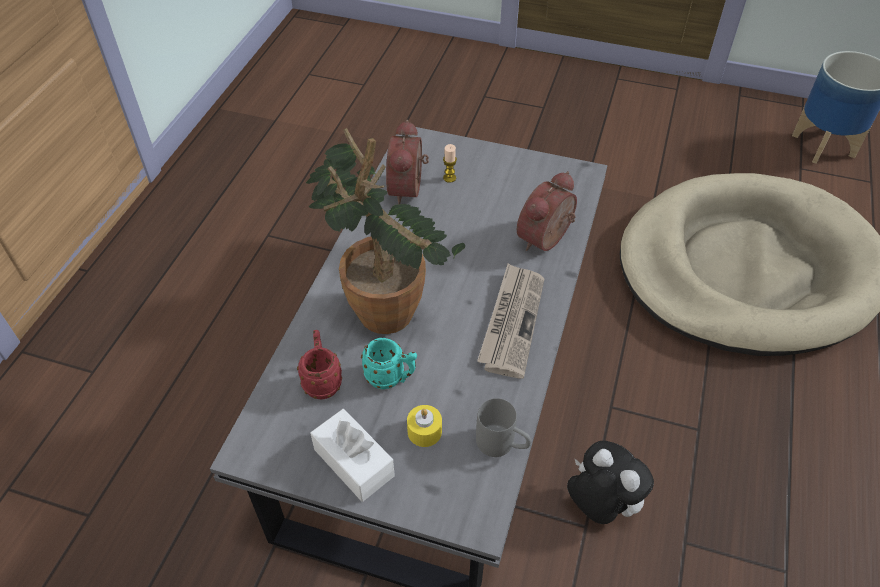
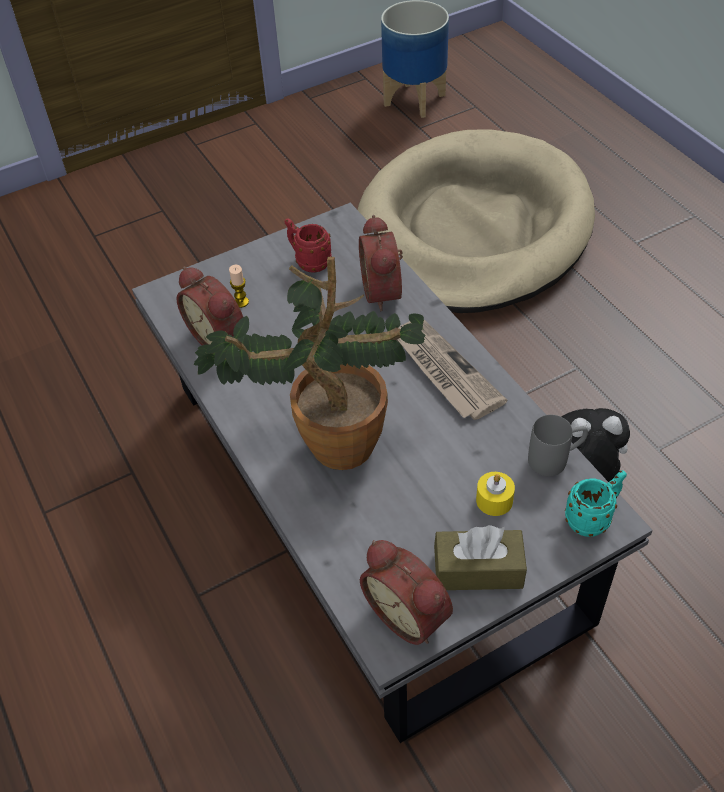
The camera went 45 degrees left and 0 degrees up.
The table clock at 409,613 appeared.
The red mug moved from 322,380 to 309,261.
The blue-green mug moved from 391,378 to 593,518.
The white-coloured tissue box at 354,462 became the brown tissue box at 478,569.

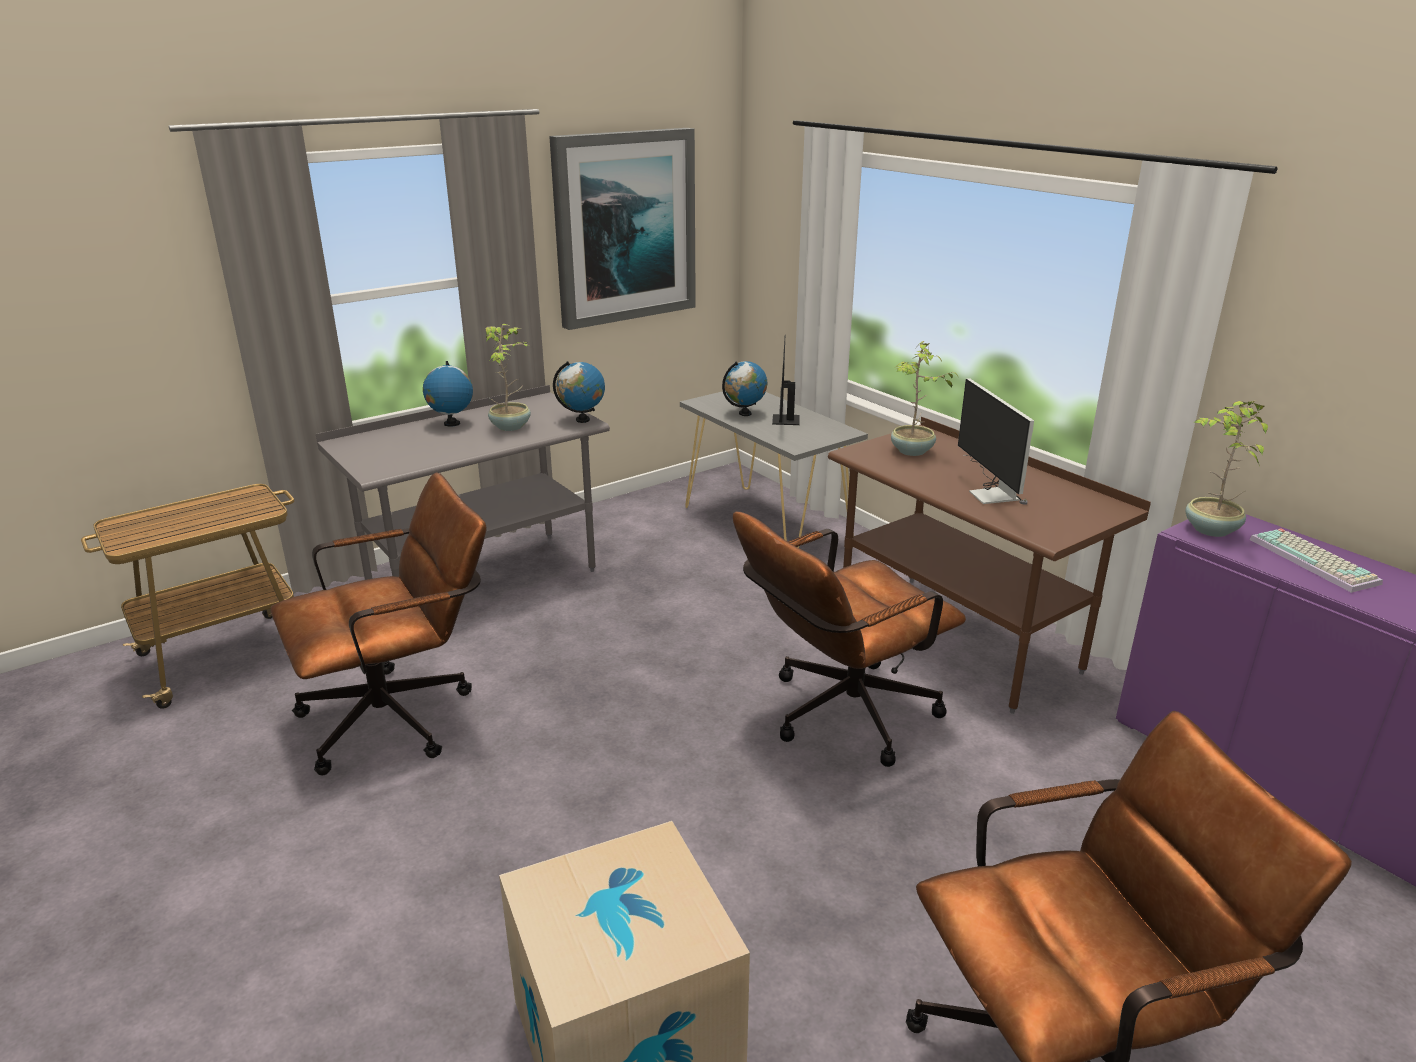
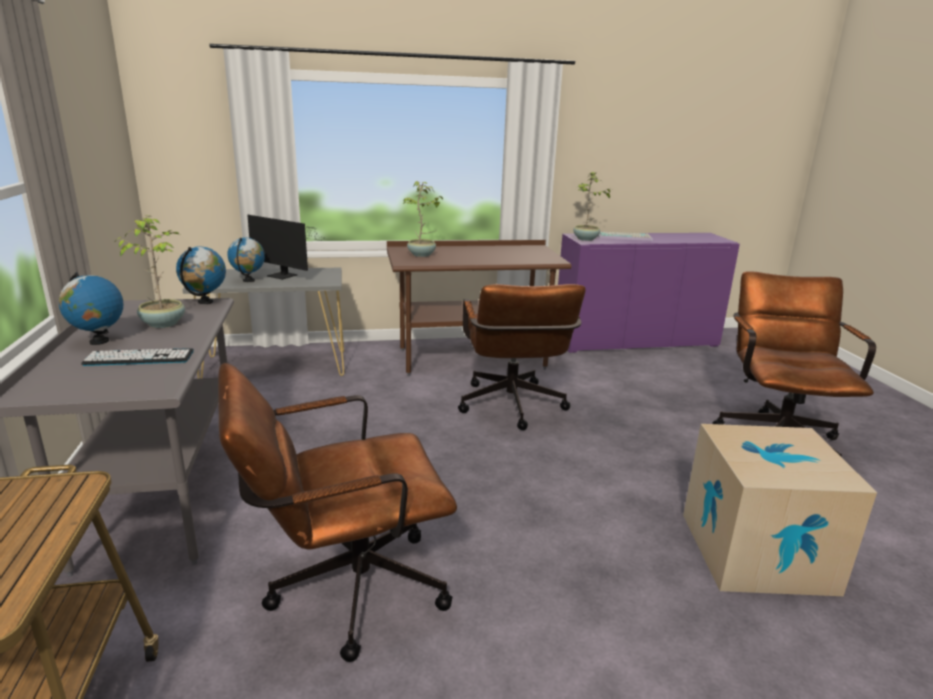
The camera went 65 degrees left and 5 degrees down.
The picture at 624,227 disappeared.
The monitor at 990,490 disappeared.
The keyboard at 139,358 appeared.
The brown desk chair at 401,716 turned 105 degrees counterclockwise.

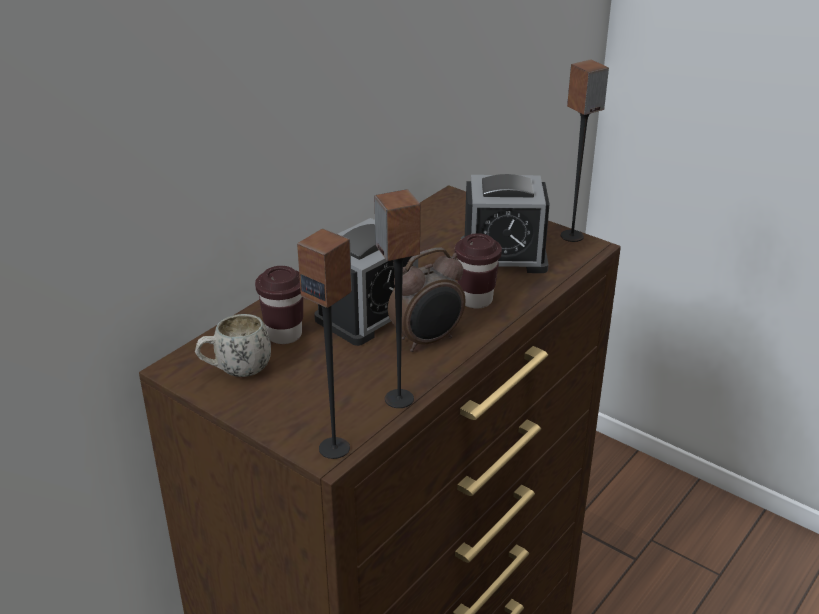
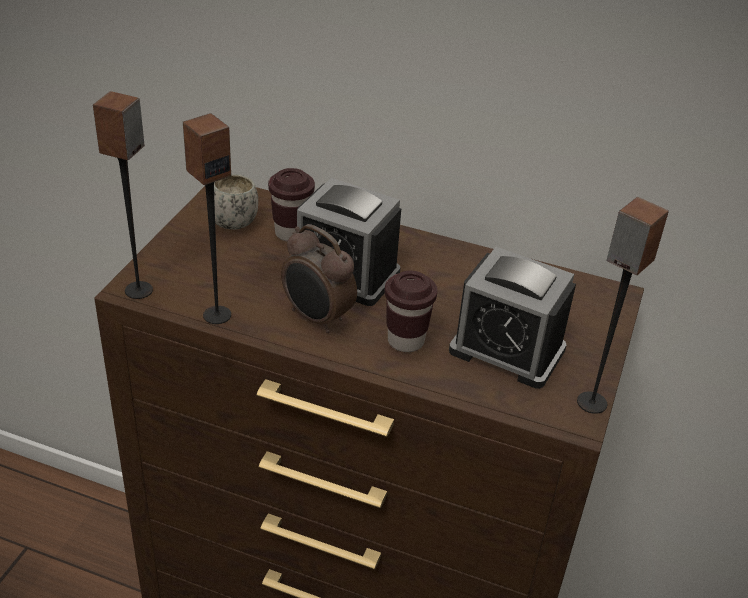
The camera went 70 degrees right and 5 degrees up.
The table clock at 503,256 turned 45 degrees counterclockwise.

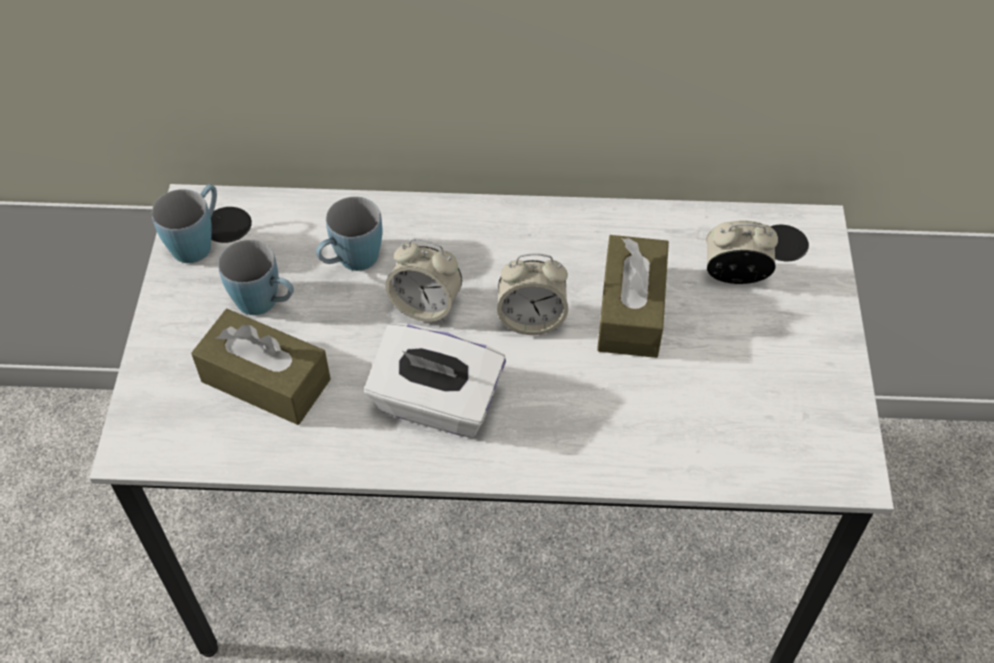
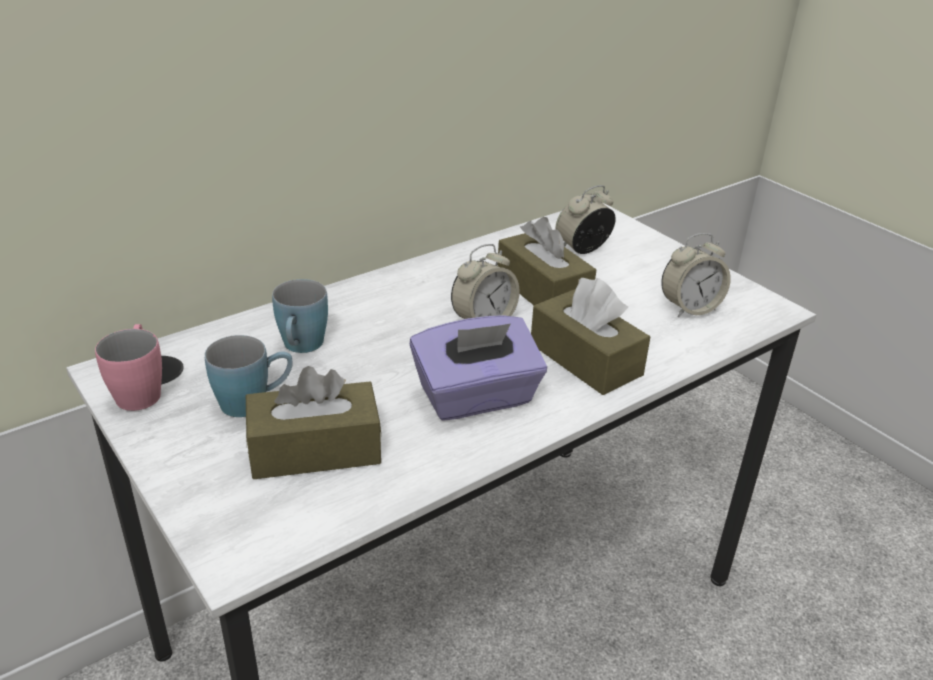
The camera went 40 degrees left and 20 degrees down.
The brown tissue box at 585,359 appeared.
The table clock moved from 426,306 to 689,308.
The bluish mug at 198,240 became the pinkish mug at 140,390.
The white-coloured tissue box at 436,404 became the purple tissue box at 476,397.

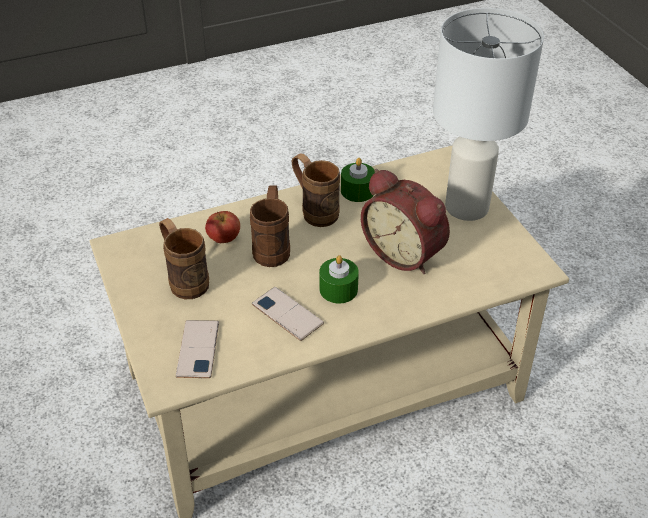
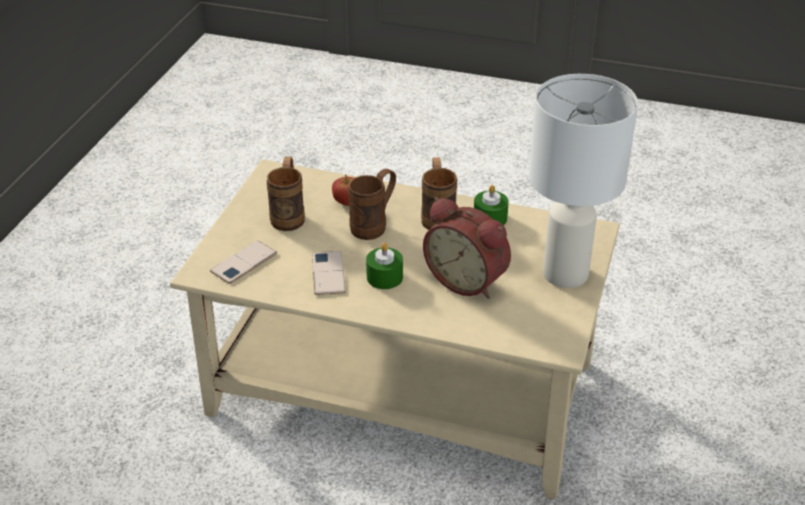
The camera went 40 degrees right and 5 degrees down.
The table clock at 405,253 turned 45 degrees counterclockwise.

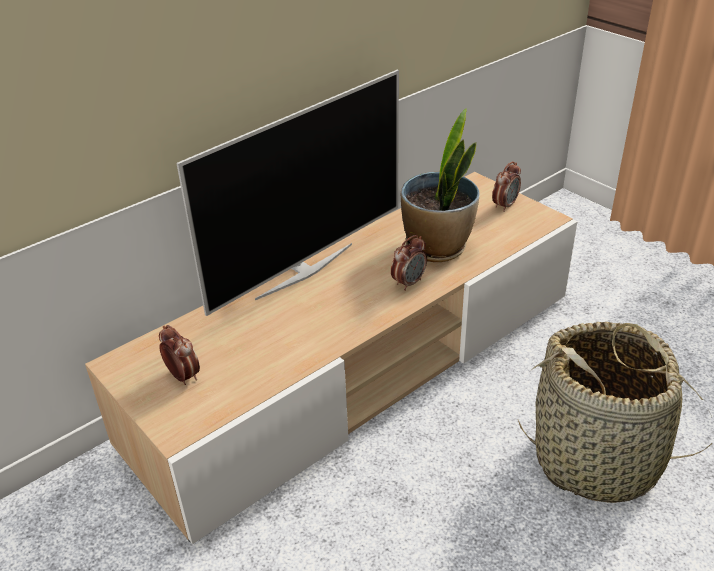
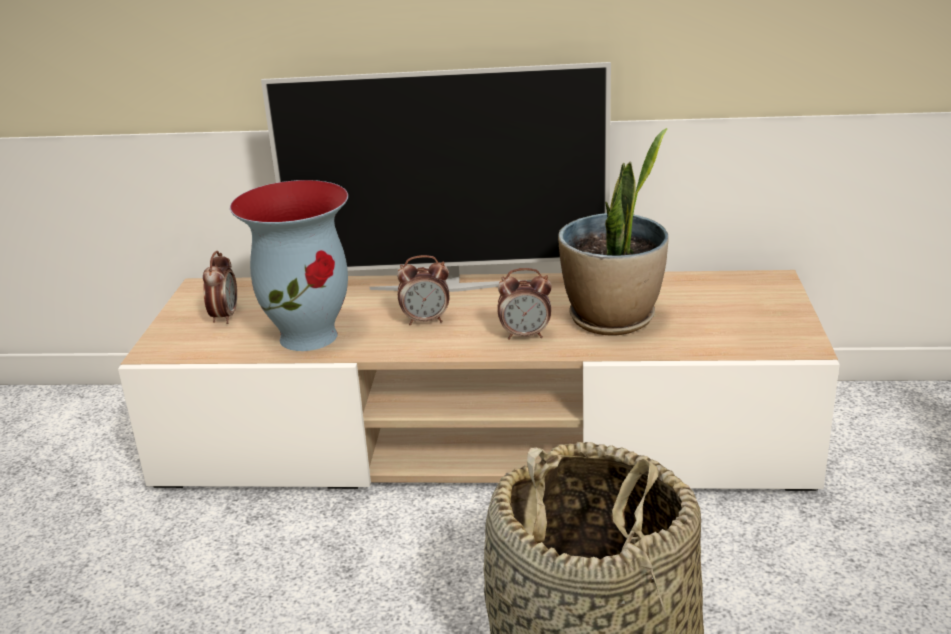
The camera went 45 degrees right and 10 degrees down.
The decorative vase at 310,336 appeared.
The table clock moved from 505,205 to 426,320.

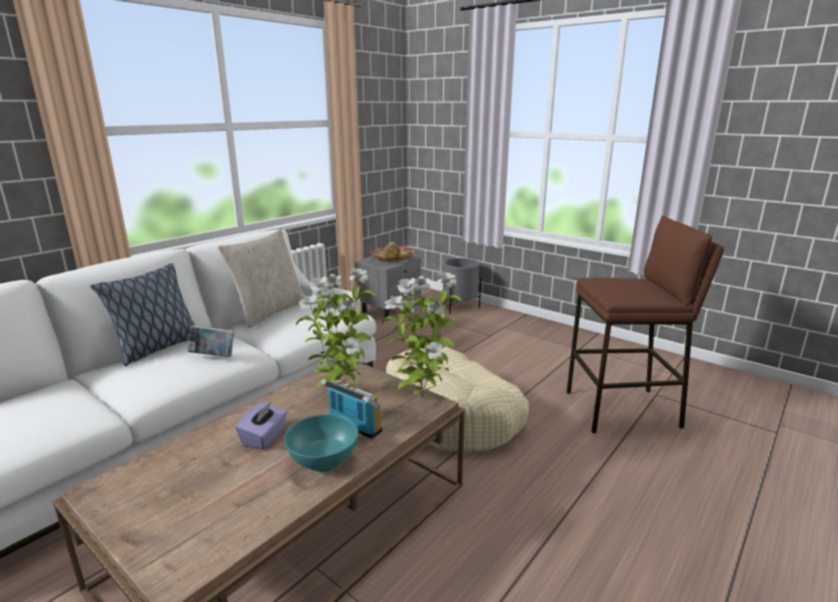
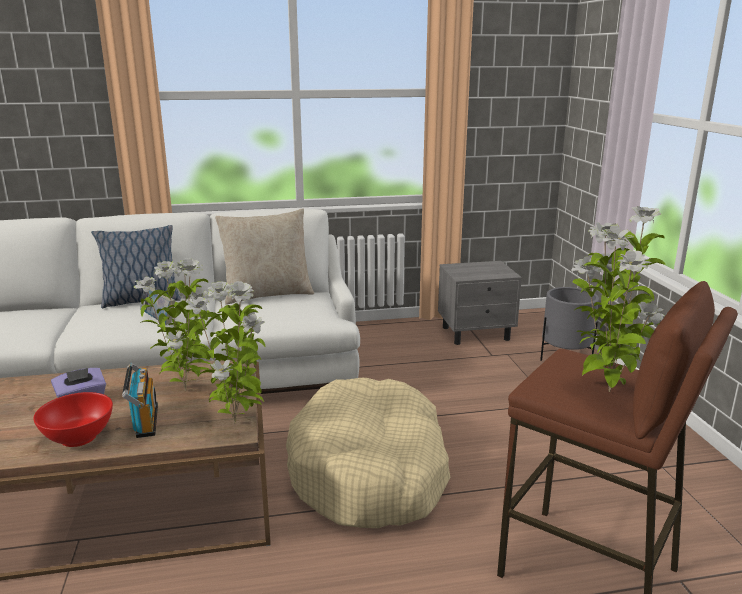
The camera went 40 degrees right and 0 degrees up.
The clothing hat at 392,258 disappeared.
The houseplant at 606,391 appeared.
The blue-green deep dish at 323,461 became the red deep dish at 78,438.

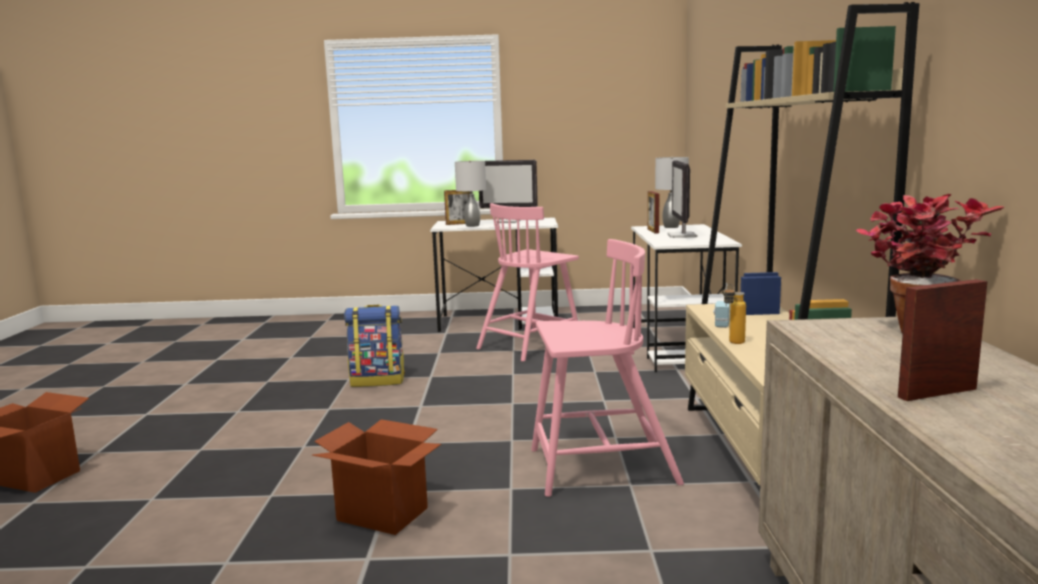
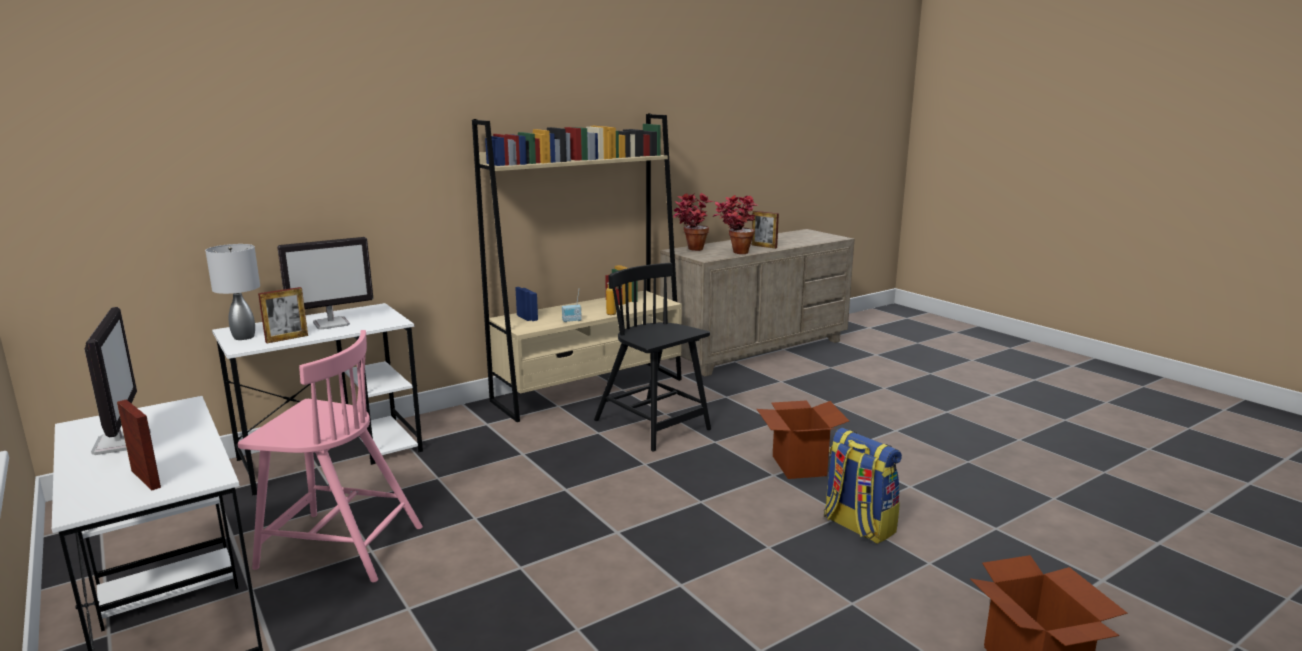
The camera went 125 degrees left and 5 degrees up.
The grey tabletop lamp at 473,225 disappeared.
The houseplant at 734,253 appeared.
The backpack moved from 378,381 to 857,526.
The pinkish upright chair at 599,467 became the black-coloured upright chair at 653,426.

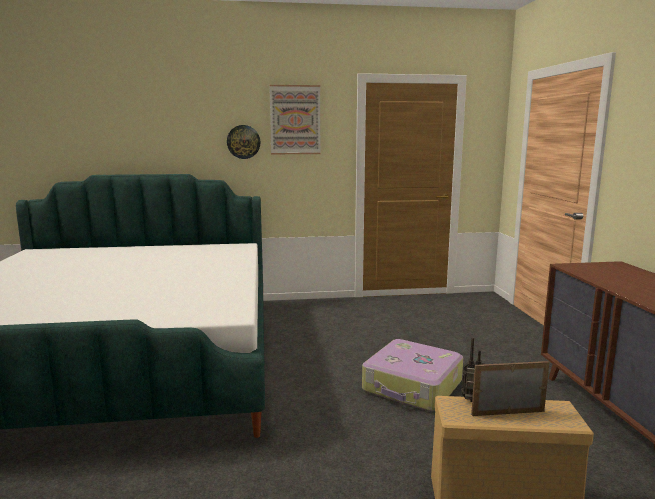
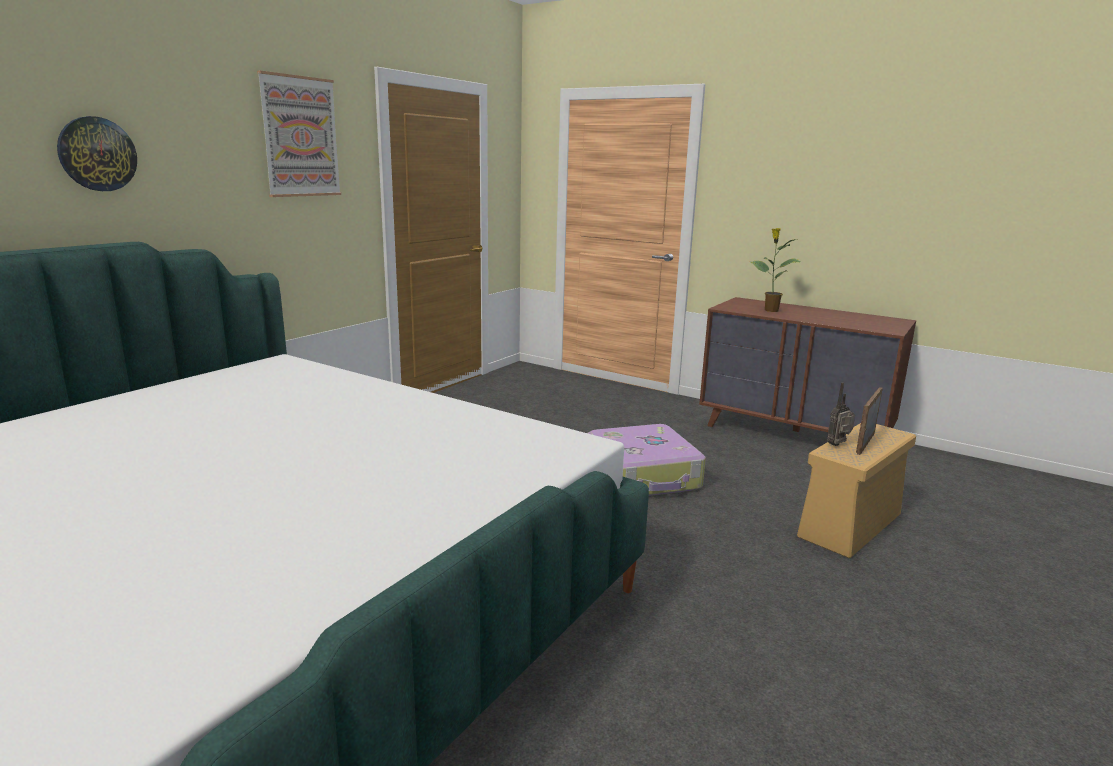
The camera went 50 degrees left and 5 degrees up.
The houseplant at 770,310 appeared.
The clock on the wall moved from 243,142 to 97,154.

